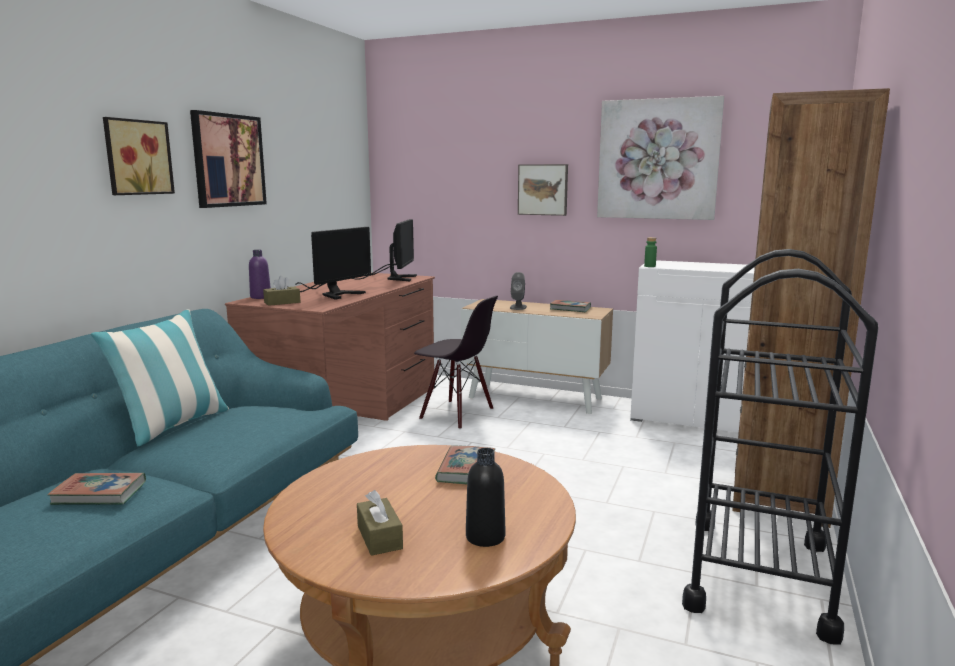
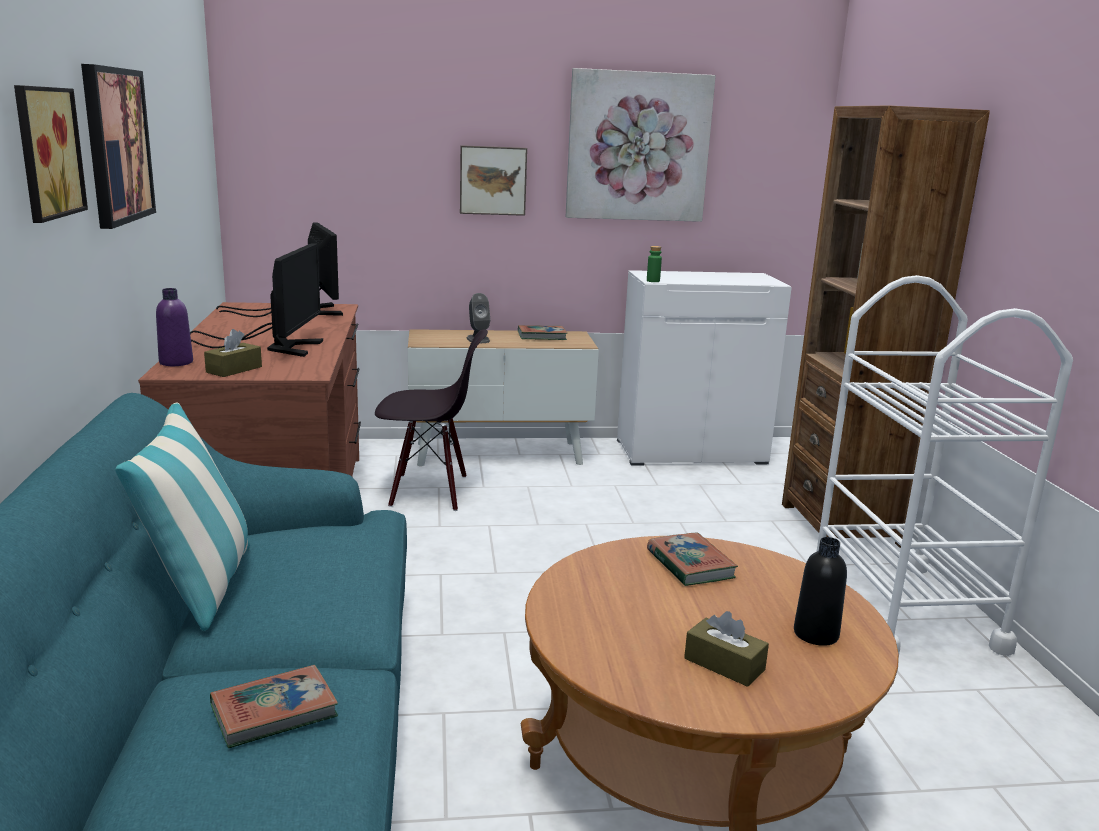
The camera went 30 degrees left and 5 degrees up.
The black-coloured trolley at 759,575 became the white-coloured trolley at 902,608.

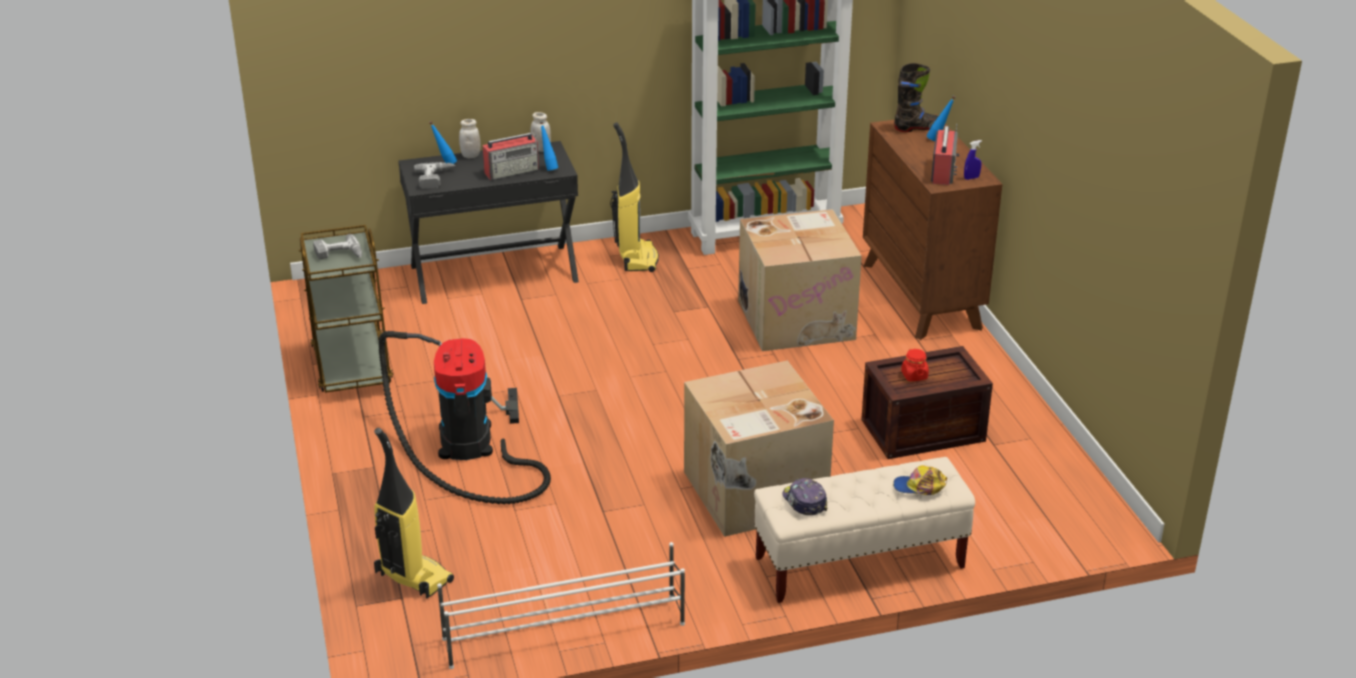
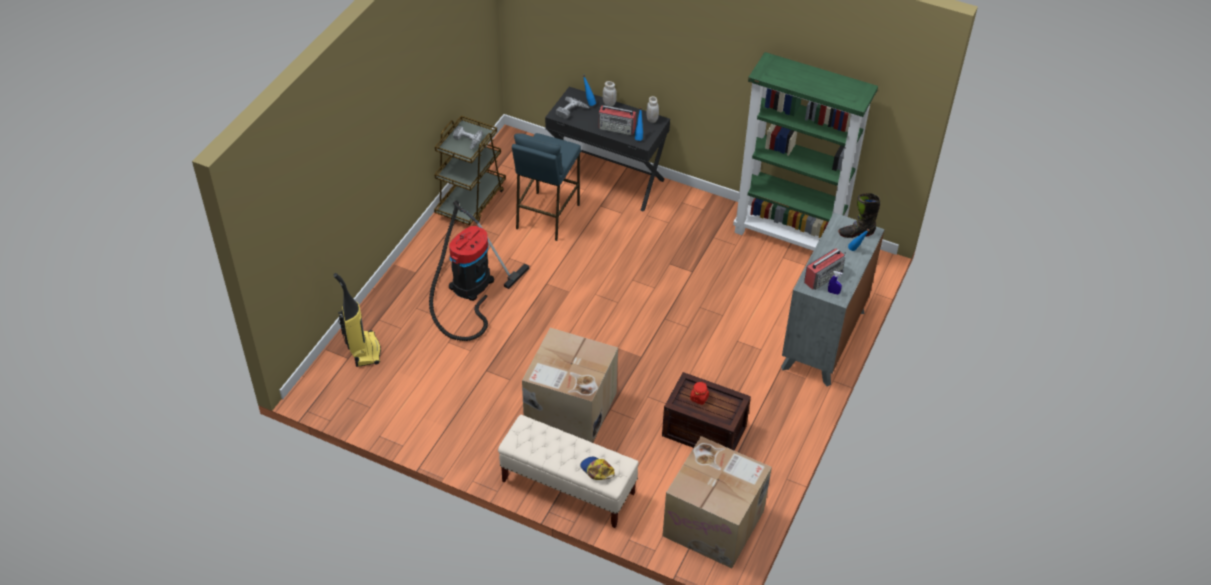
The camera went 40 degrees right and 15 degrees up.
The white-coloured shoe rack at 562,631 disappeared.
The hoover at 636,258 disappeared.
The baseball cap at 804,502 disappeared.
The bluish stool seat at 546,216 appeared.
The packing box moved from 797,319 to 715,523.
The brown dresser at 921,296 became the grey dresser at 823,339.
The black-coloured boot at 917,128 turned 150 degrees clockwise.

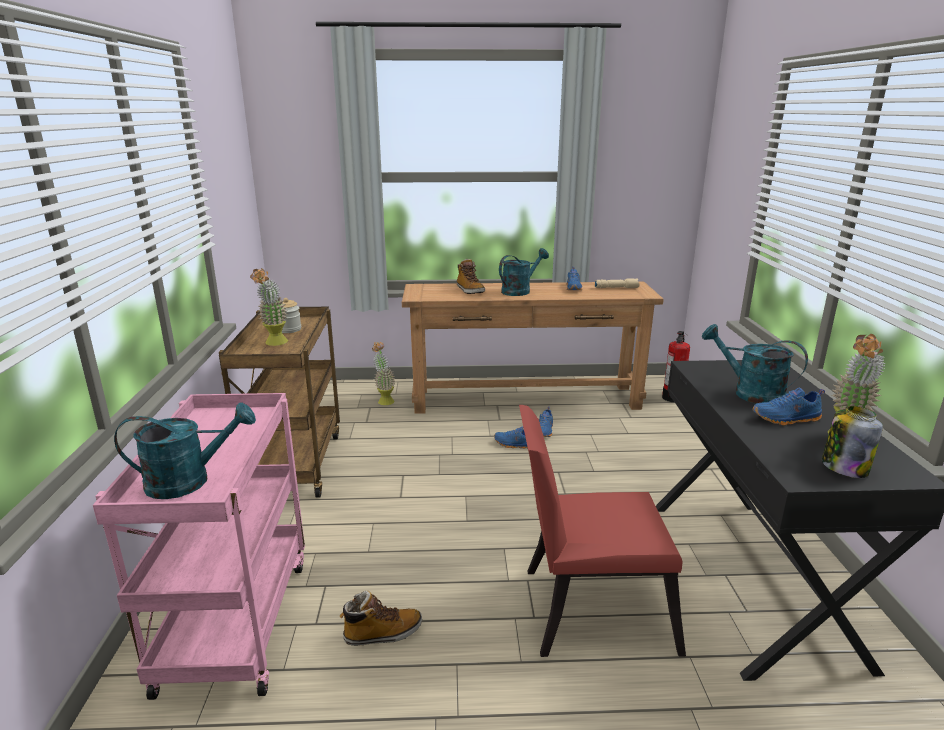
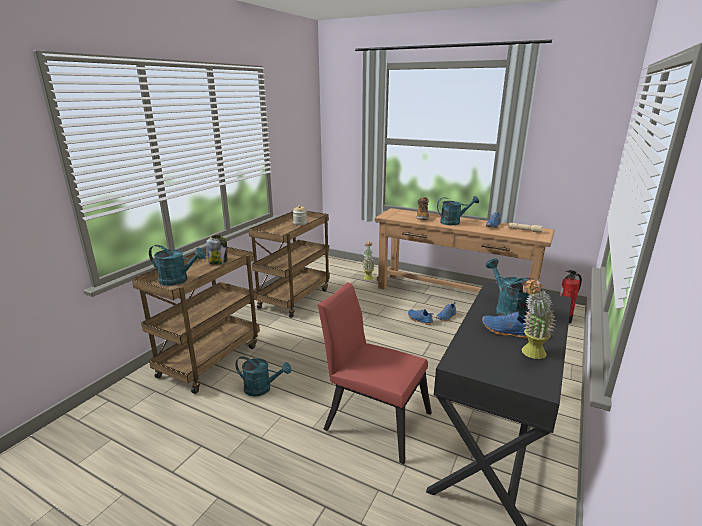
The camera went 30 degrees right and 0 degrees up.
The houseplant at 274,344 disappeared.
The preserve jar moved from 844,467 to 218,261.
The boot at 382,633 was replaced by the blue-green watering pot at 262,389.
The pinkish trolley at 235,620 became the brown trolley at 210,359.

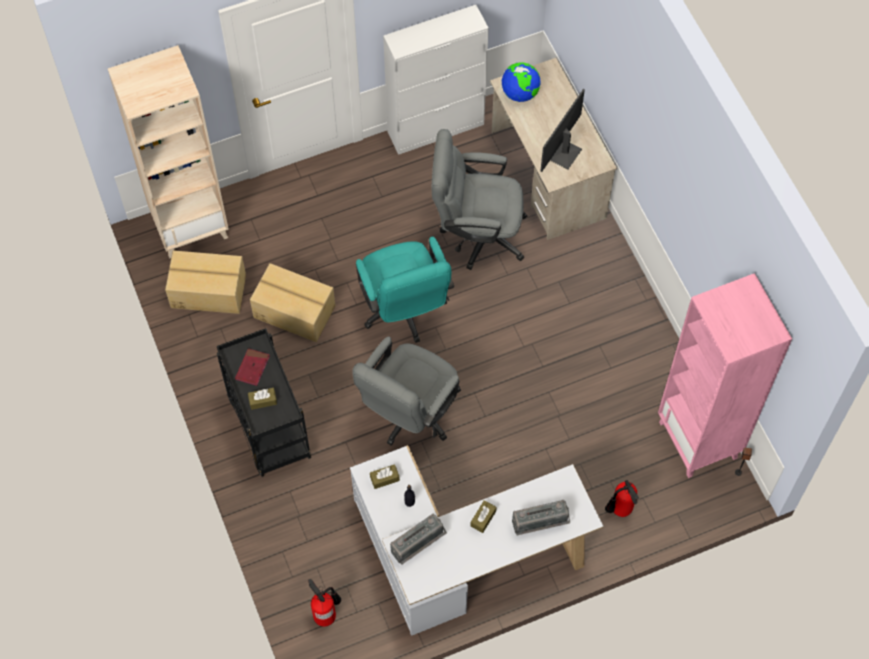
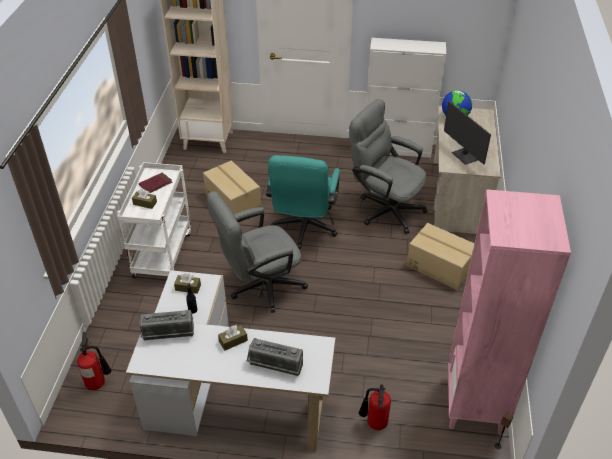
The camera went 30 degrees right and 20 degrees down.
The packing box moved from 208,290 to 440,266.
The black-coloured trolley at 268,427 became the white-coloured trolley at 162,253.
The monitor at 564,154 turned 90 degrees counterclockwise.

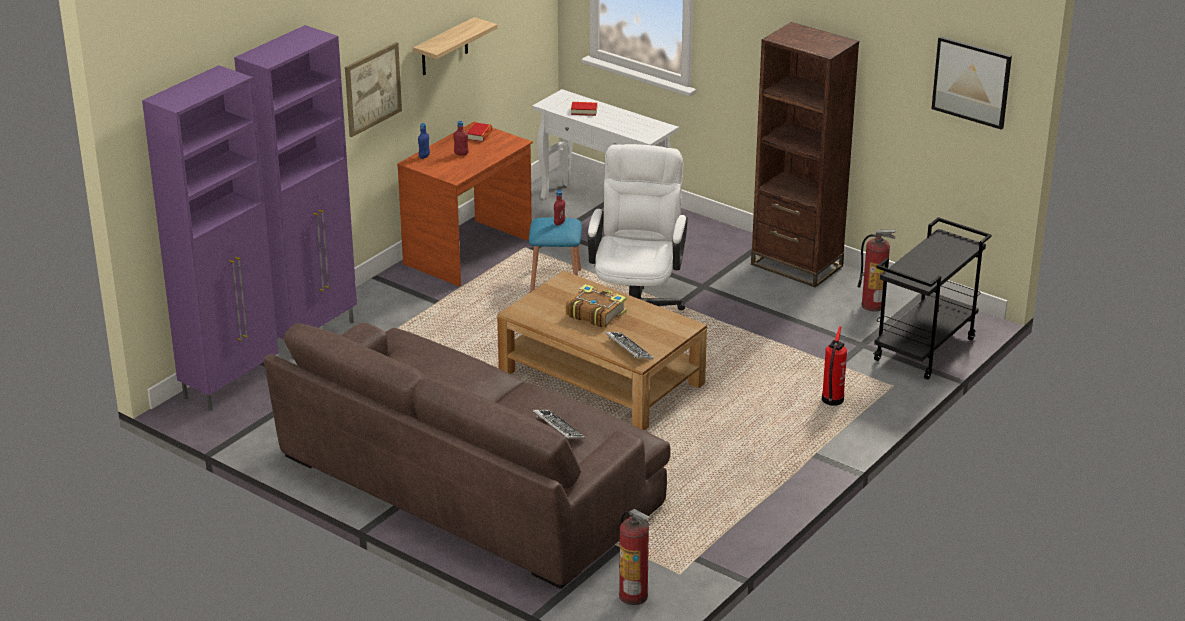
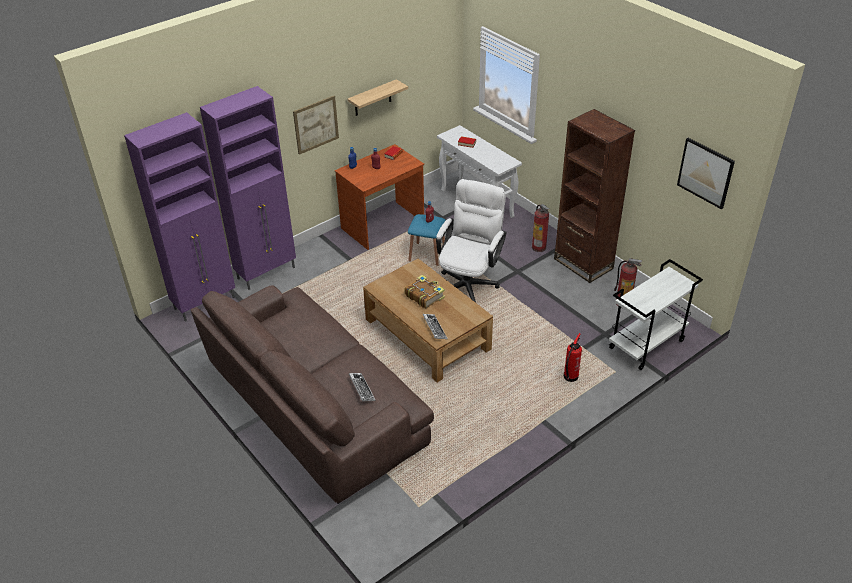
The camera went 15 degrees right and 10 degrees up.
The fire-fighting cylinder moved from 633,595 to 539,247.
The black-coloured trolley at 924,350 became the white-coloured trolley at 646,345.

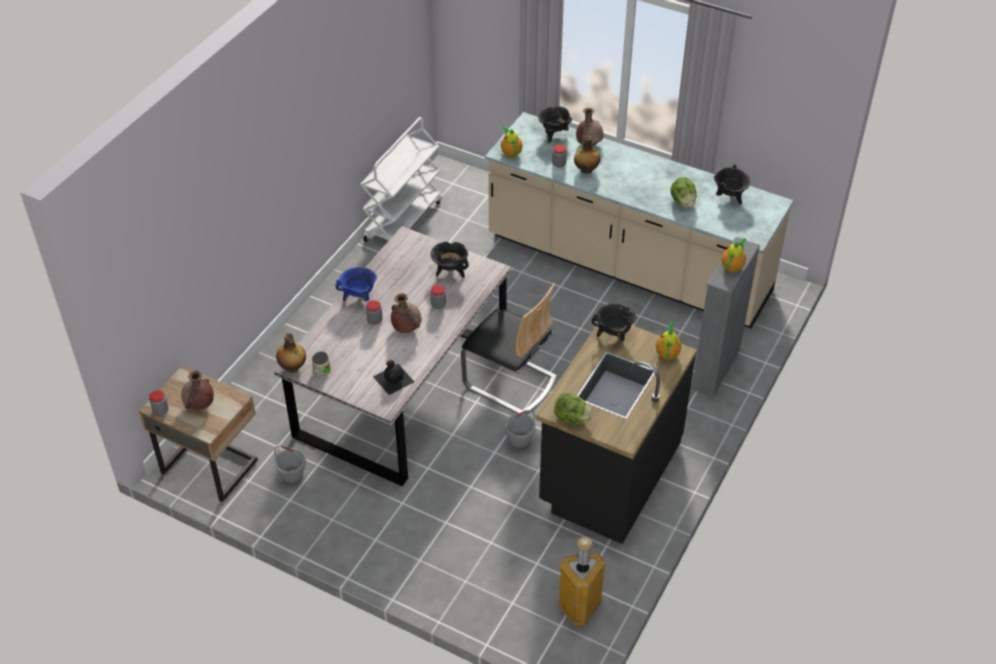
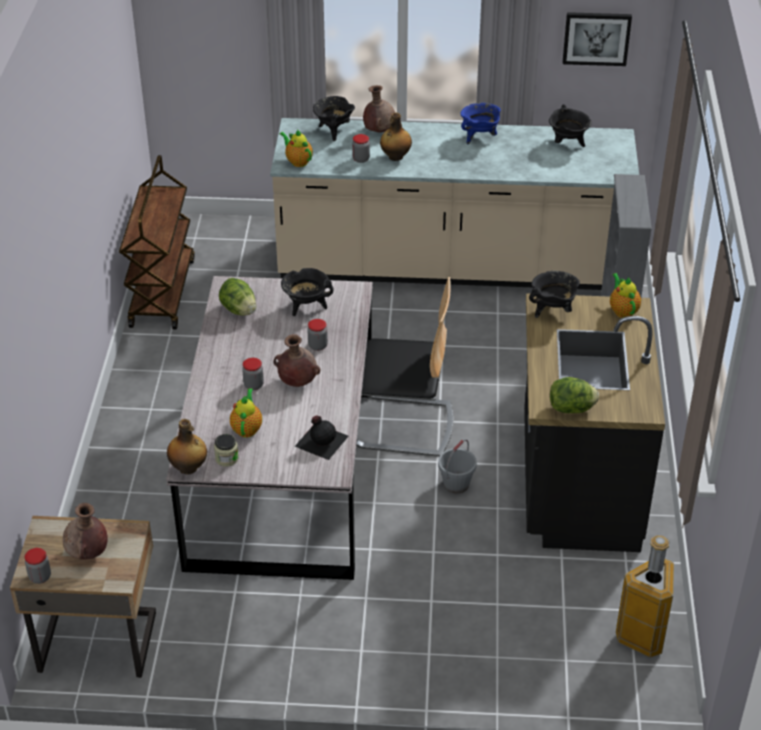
The camera went 25 degrees left and 5 degrees down.
The grey pail at 292,476 disappeared.
The picture at 596,38 appeared.
The bluish stockpot moved from 359,297 to 479,137.
The lettuce moved from 683,202 to 239,310.
The pot for tea moved from 733,266 to 247,428.
The white-coloured trolley at 403,220 became the brown trolley at 161,292.

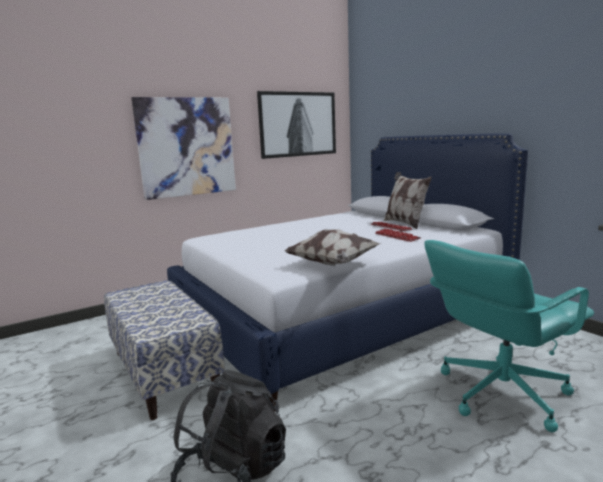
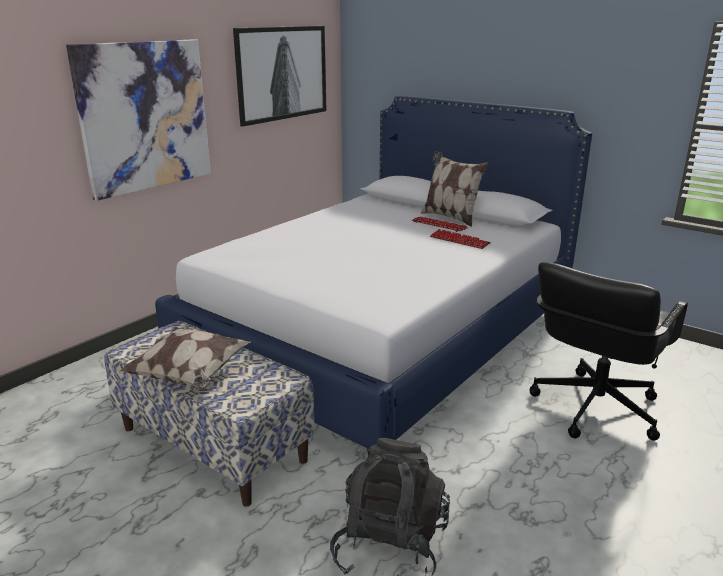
The camera went 20 degrees left and 10 degrees up.
The pillow moved from 333,264 to 190,376.
The blue-green desk chair at 500,393 became the black-coloured desk chair at 594,408.

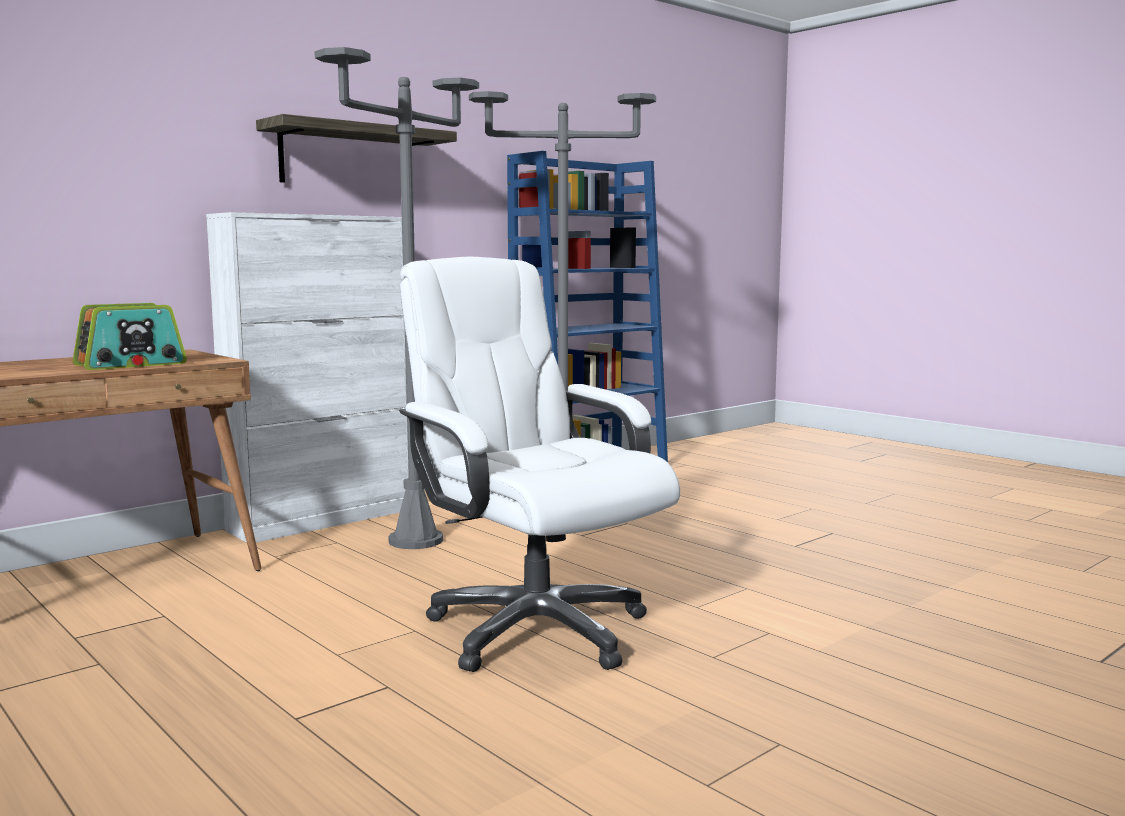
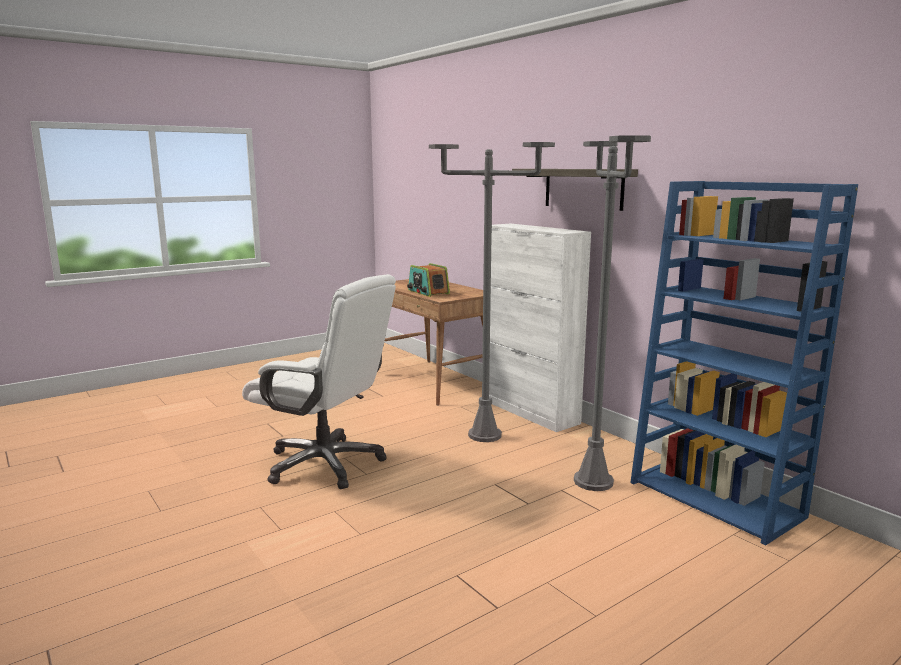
The camera went 95 degrees right and 5 degrees up.
The white-coloured desk chair at 535,629 turned 60 degrees clockwise.

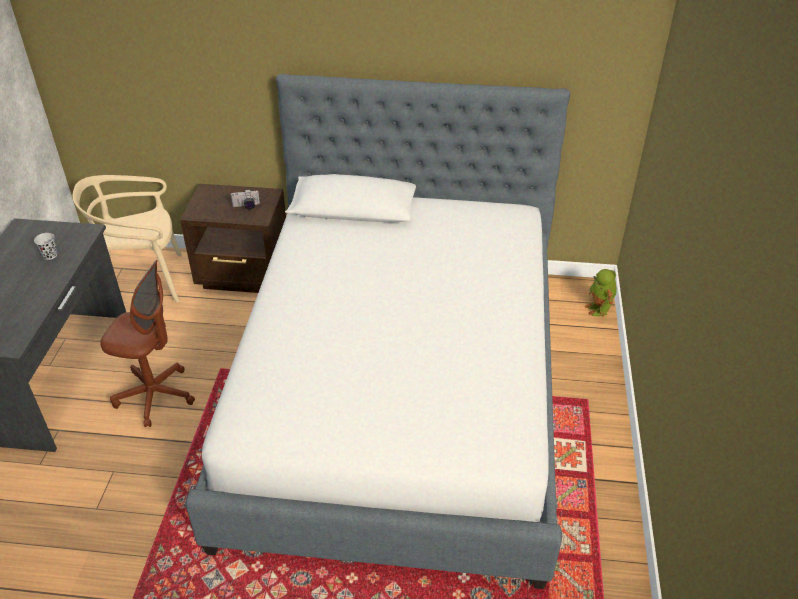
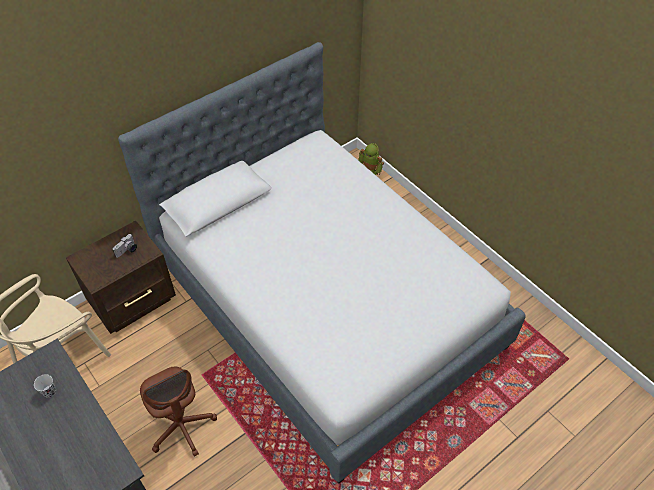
The camera went 45 degrees left and 10 degrees up.
The brown desk chair at 155,396 turned 90 degrees clockwise.

